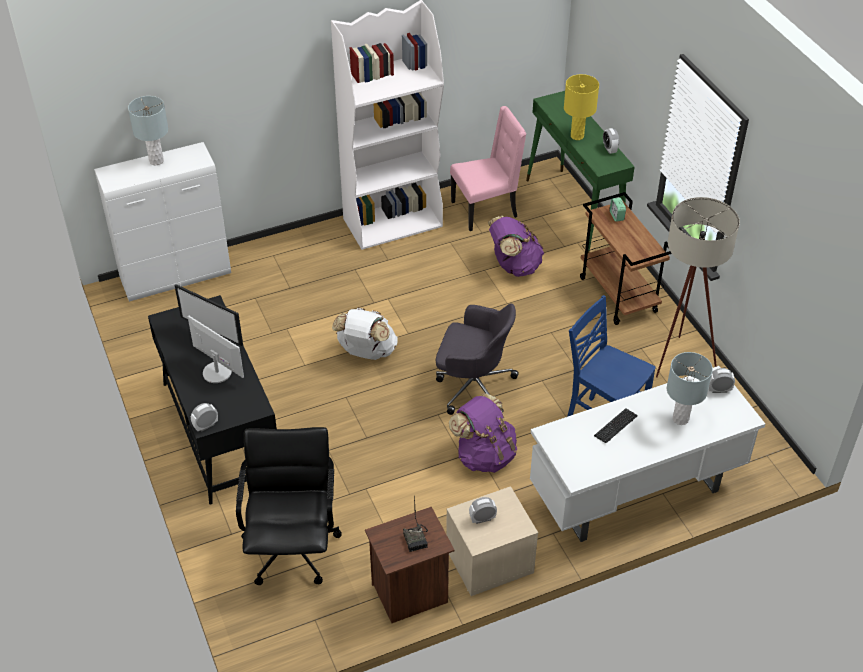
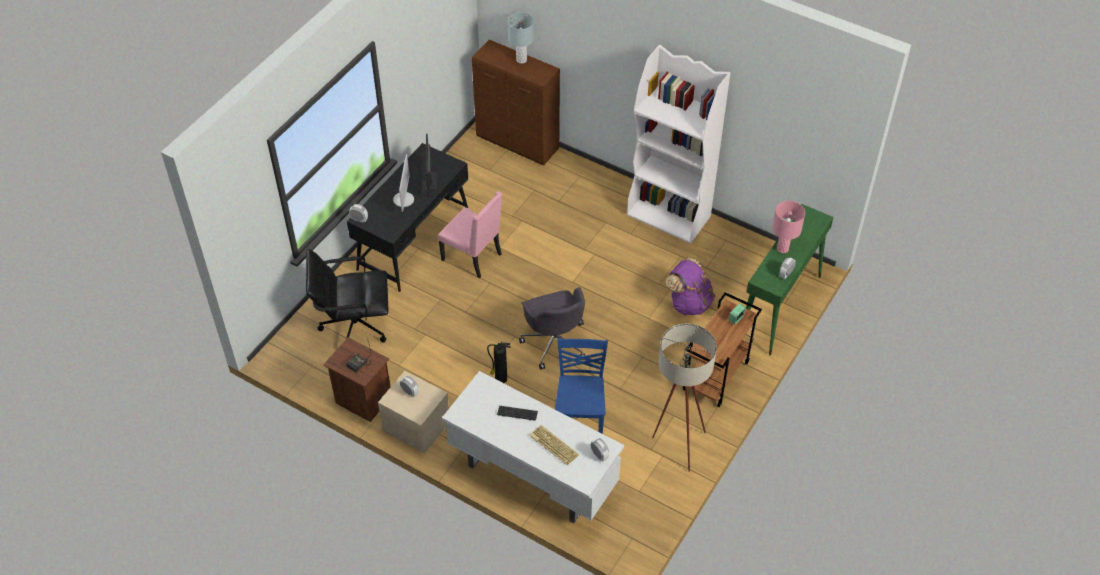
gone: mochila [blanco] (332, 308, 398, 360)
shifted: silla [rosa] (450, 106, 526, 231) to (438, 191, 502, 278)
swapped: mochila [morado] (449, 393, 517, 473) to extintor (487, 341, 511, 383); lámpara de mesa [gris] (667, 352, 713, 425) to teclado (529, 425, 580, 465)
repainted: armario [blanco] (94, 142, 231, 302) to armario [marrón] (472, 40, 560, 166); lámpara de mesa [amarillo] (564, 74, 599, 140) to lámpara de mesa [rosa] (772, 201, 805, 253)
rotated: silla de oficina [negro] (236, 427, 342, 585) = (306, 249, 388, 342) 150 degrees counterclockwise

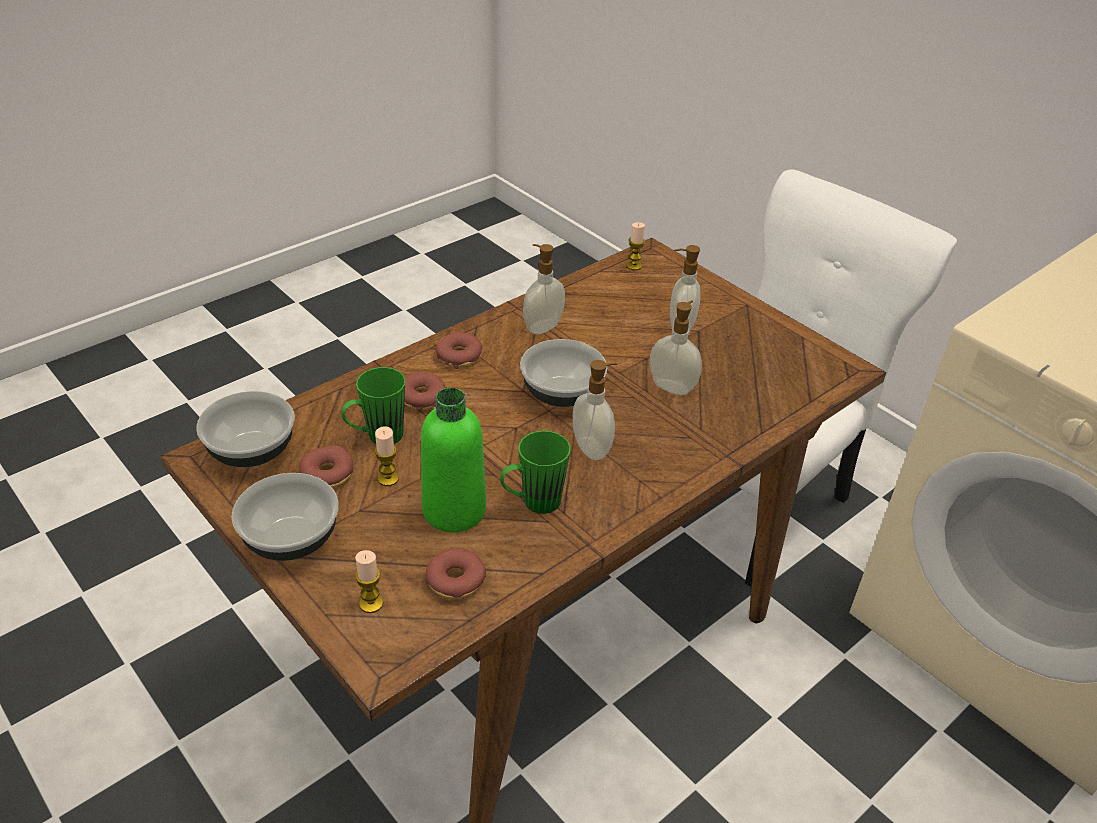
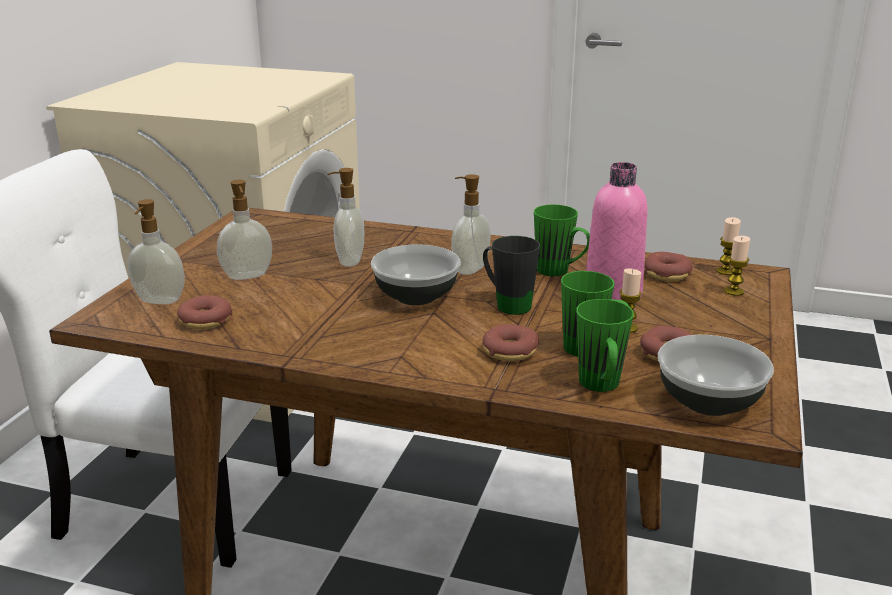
gone: cuenco (232, 473, 339, 561)
new: taza grande [negro] (483, 236, 540, 315); taza grande [verde] (576, 299, 634, 392)
shifted: rosquilla (436, 332, 482, 369) to (177, 295, 232, 329); dispensador de jabón (523, 244, 565, 334) to (128, 199, 184, 304); vela (626, 222, 645, 270) to (716, 217, 741, 275)
repainted: botella [verde] (421, 388, 486, 532) to botella [rosa] (586, 162, 648, 300)

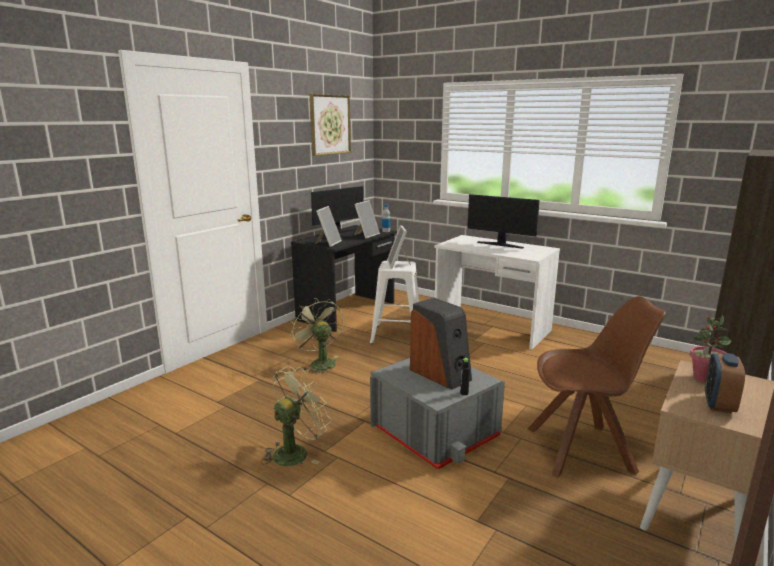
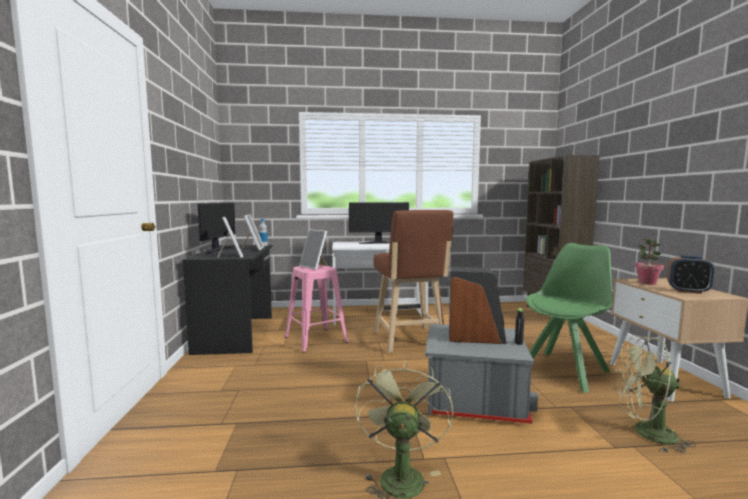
gone: cuadro (310, 94, 351, 156)
new: taburete [marrón] (374, 210, 453, 353)
shifted: ventilador [verde] (290, 298, 343, 374) to (615, 335, 696, 453)
repainted: taburete [blanco] (370, 261, 419, 344) to taburete [rosa] (285, 264, 349, 353); silla [marrón] (527, 296, 666, 477) to silla [verde] (526, 243, 613, 393)
rotated: despertador (705, 353, 745, 414) = (667, 255, 715, 294) 45 degrees counterclockwise

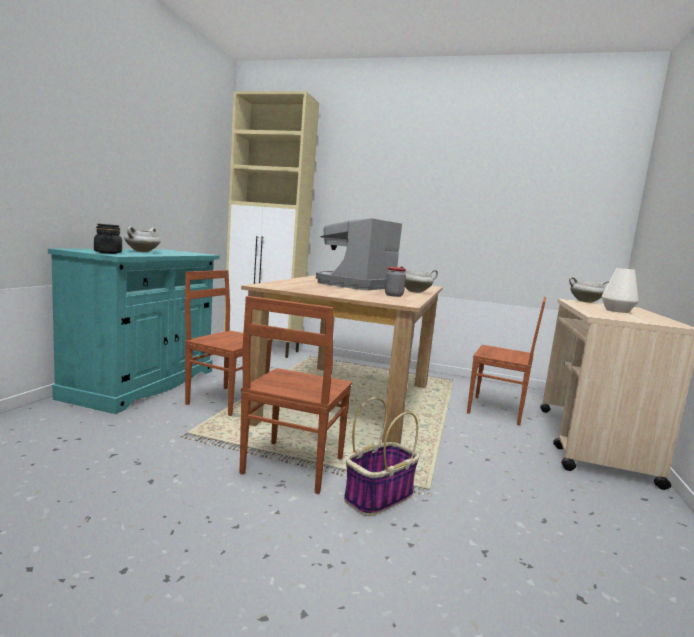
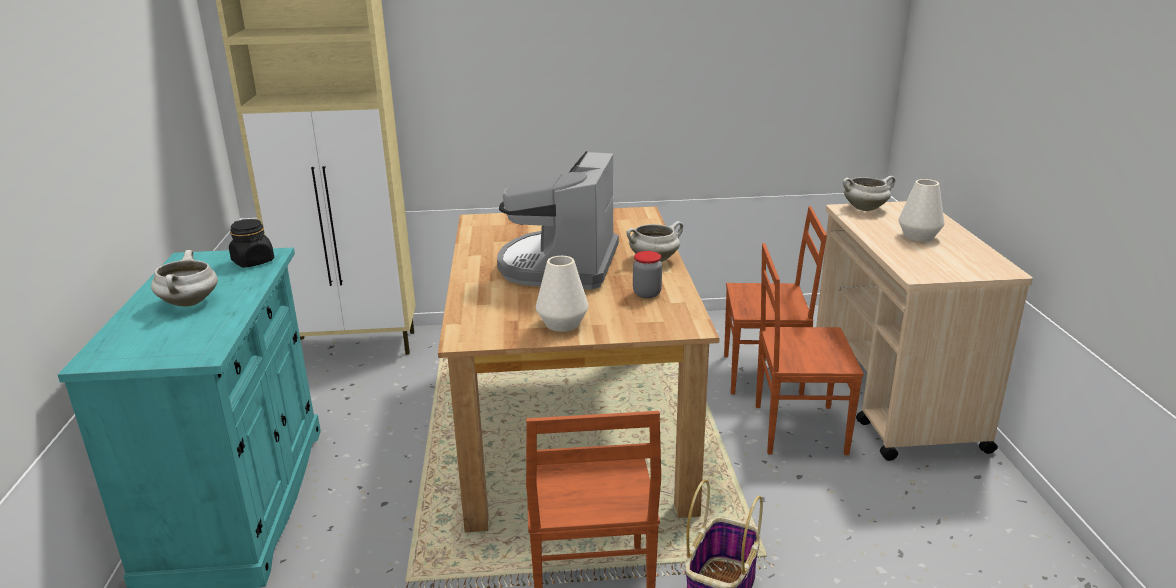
new: florero [blanco] (536, 256, 588, 332)
shifted: tarro [negro] (94, 224, 122, 254) to (229, 219, 274, 267); silla [marrón] (185, 270, 273, 416) to (756, 243, 864, 455)

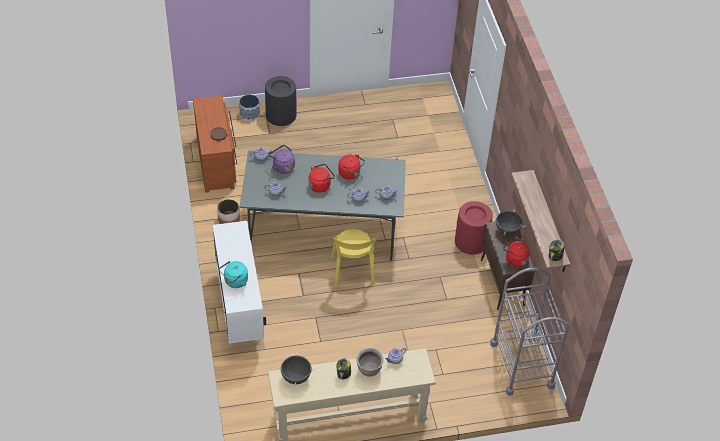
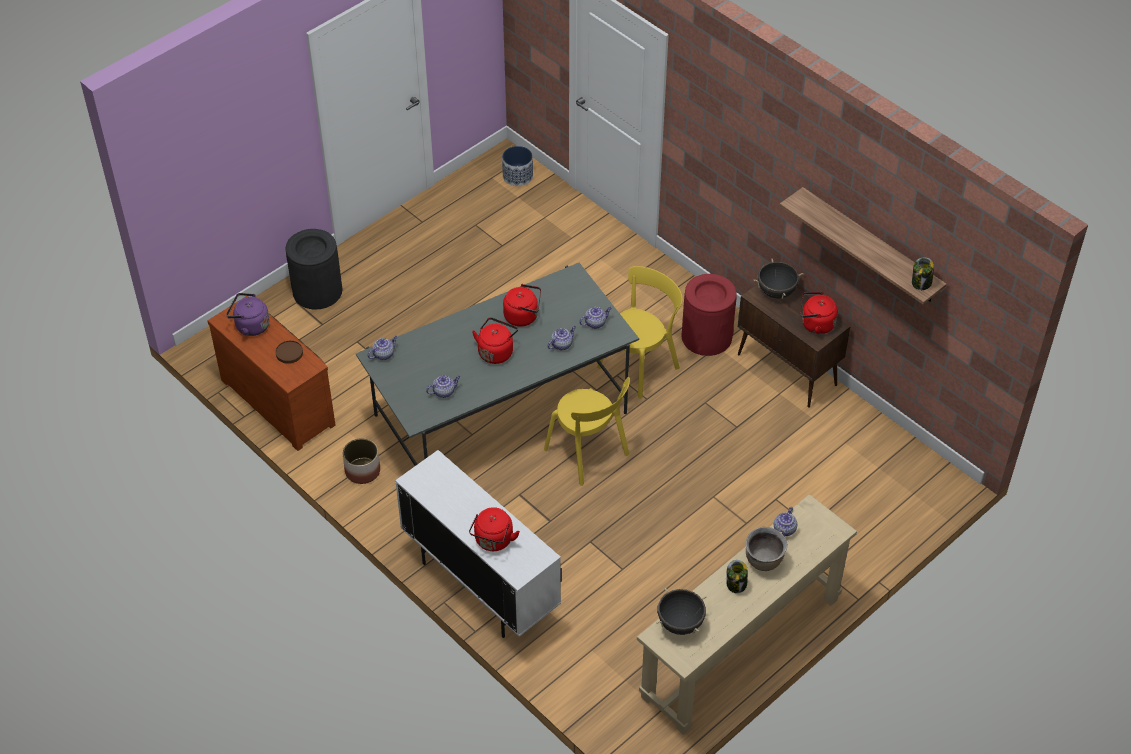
gone: carrito [gris] (490, 267, 569, 396)
new: silla [amarillo] (597, 266, 682, 399)
shifted: maceta (239, 95, 260, 121) to (502, 146, 533, 186); hervidor [morado] (269, 145, 295, 174) to (226, 293, 270, 336)
repainted: hervidor [turquesa] (219, 261, 248, 288) to hervidor [rojo] (469, 507, 520, 551)

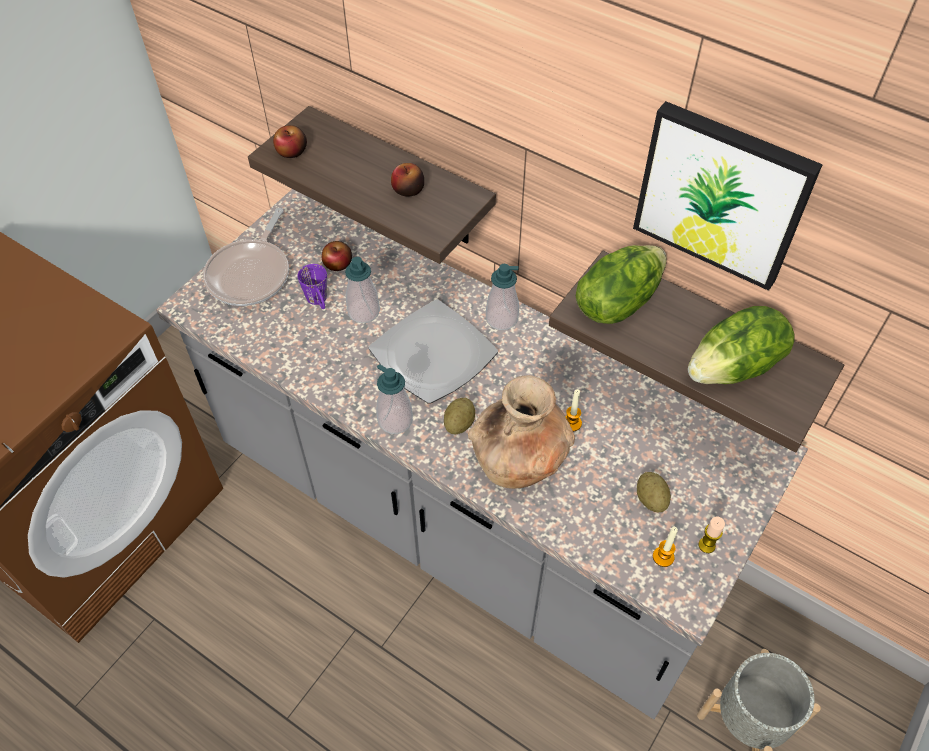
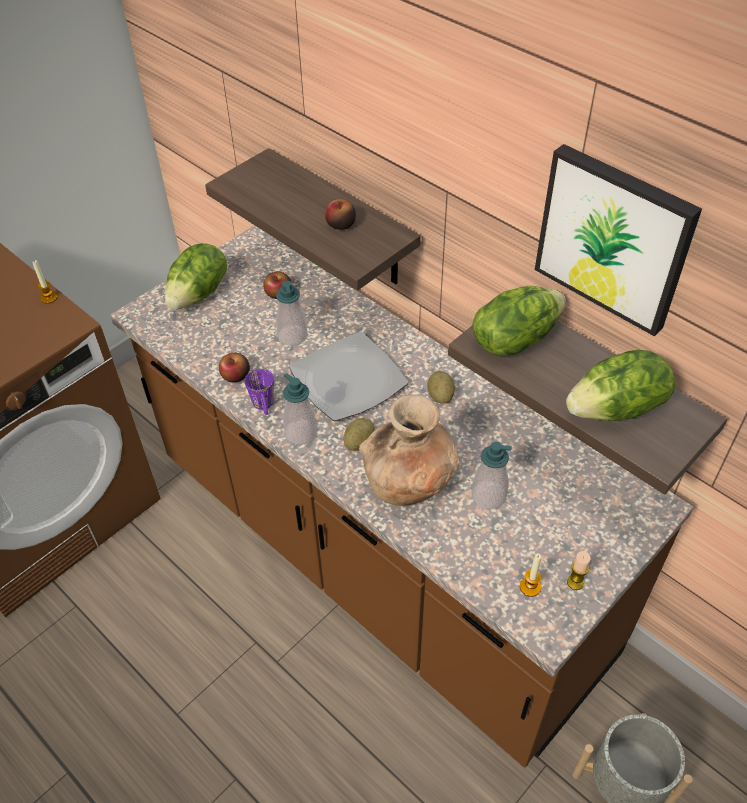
shifted: manzana (273, 125, 307, 158) to (219, 353, 250, 382); taza grande [morado] (298, 264, 327, 309) to (245, 369, 274, 415); dispensador de jabón (486, 264, 519, 330) to (472, 442, 512, 509); vela (565, 389, 582, 432) to (32, 260, 57, 304); patata (637, 472, 671, 512) to (427, 371, 455, 404)
swapped: sartén (203, 208, 289, 306) to lechuga (165, 243, 227, 309)
repainted: mueble bajo de cocina [gris] (156, 189, 808, 719) to mueble bajo de cocina [marrón] (110, 225, 694, 768)

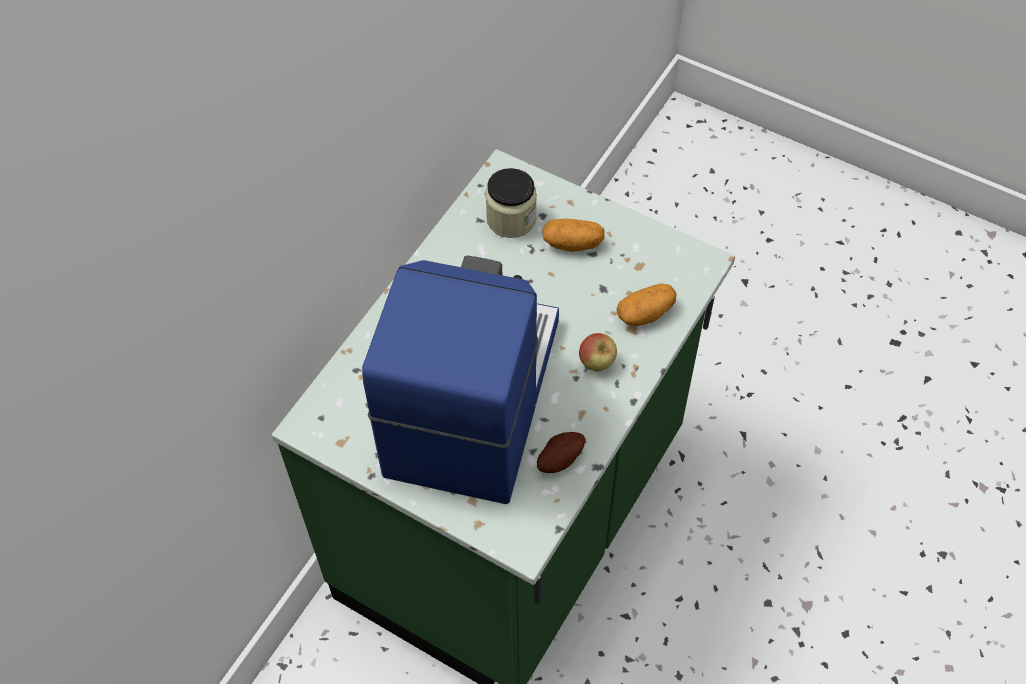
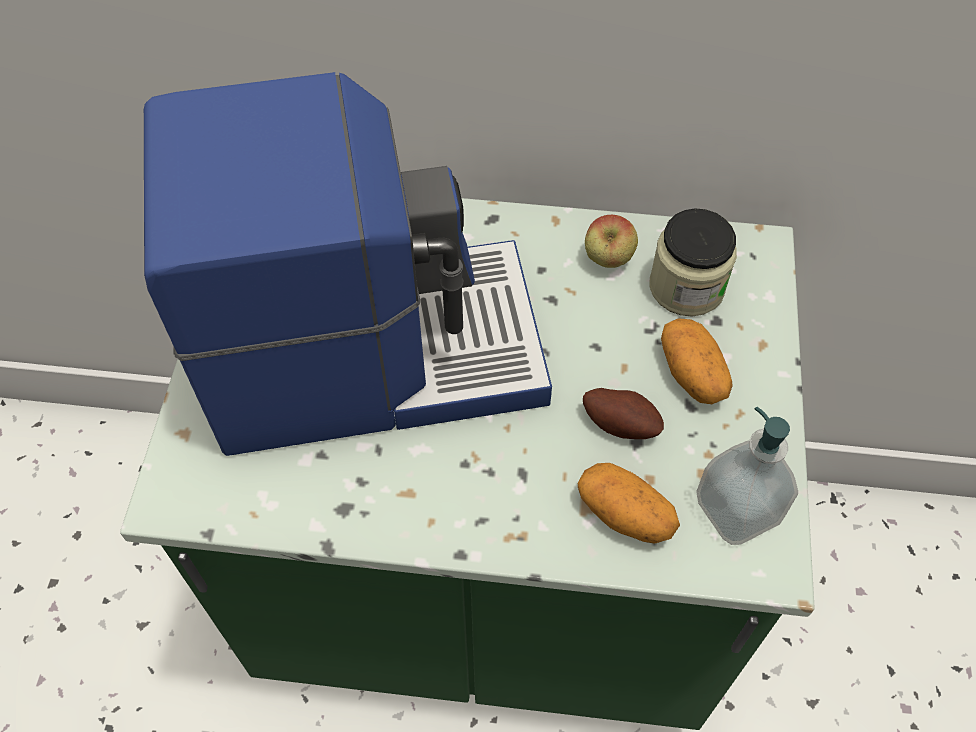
new: dispensador de jabón (696, 406, 798, 545)
shifted: patata (537, 432, 585, 473) to (583, 388, 664, 439); manzana (579, 333, 617, 372) to (585, 215, 638, 268)

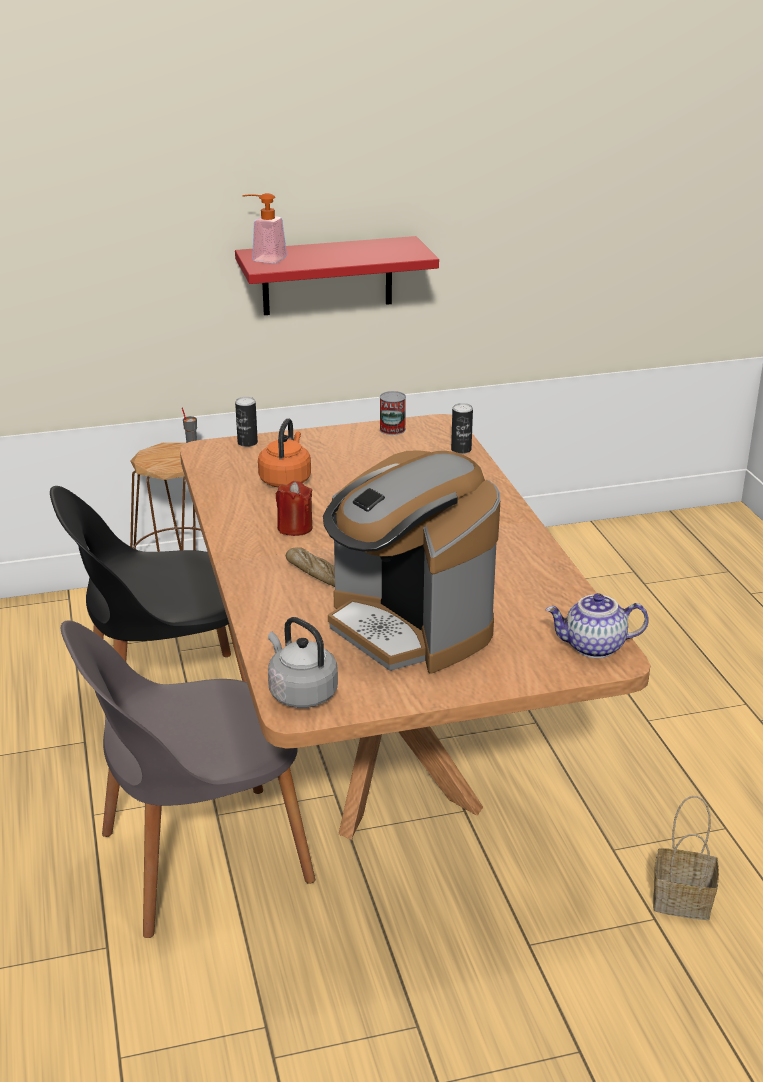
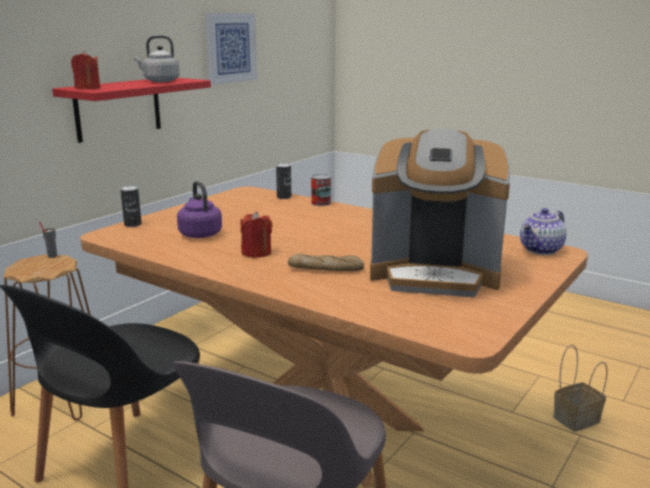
new: cuadro (205, 13, 257, 85)
shifted: hervidor [gris] (268, 617, 338, 708) to (134, 35, 180, 82); lata (380, 391, 406, 435) to (311, 174, 331, 206)
swapped: dispensador de jabón (242, 193, 287, 264) to vela [rojo] (71, 51, 100, 89)
repainted: hervidor [naranja] (258, 418, 311, 488) to hervidor [morado] (177, 181, 222, 238)

